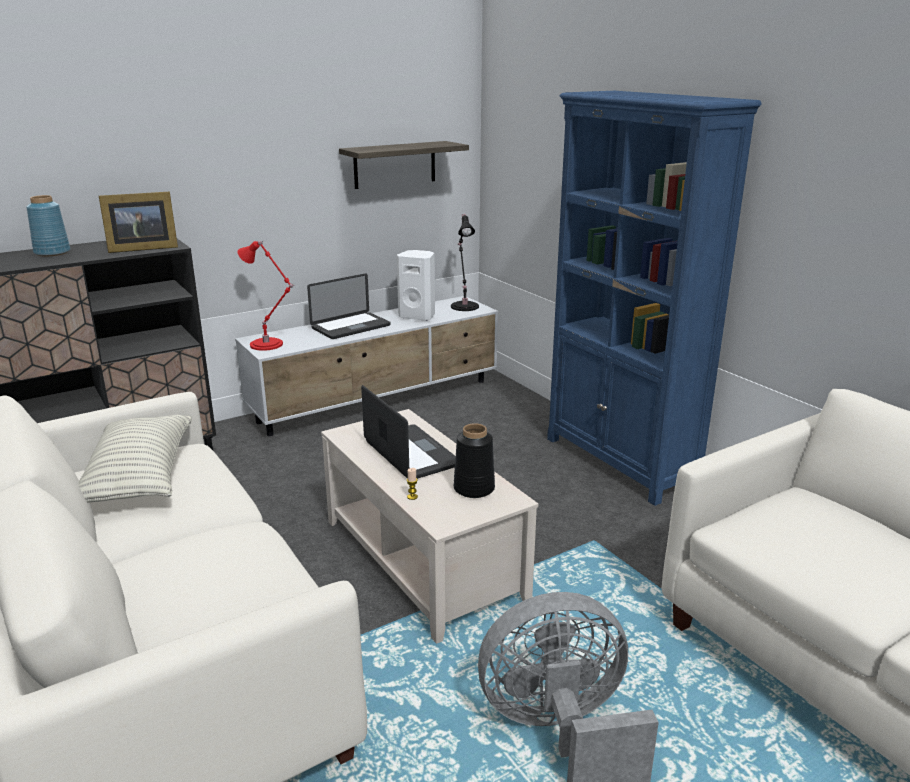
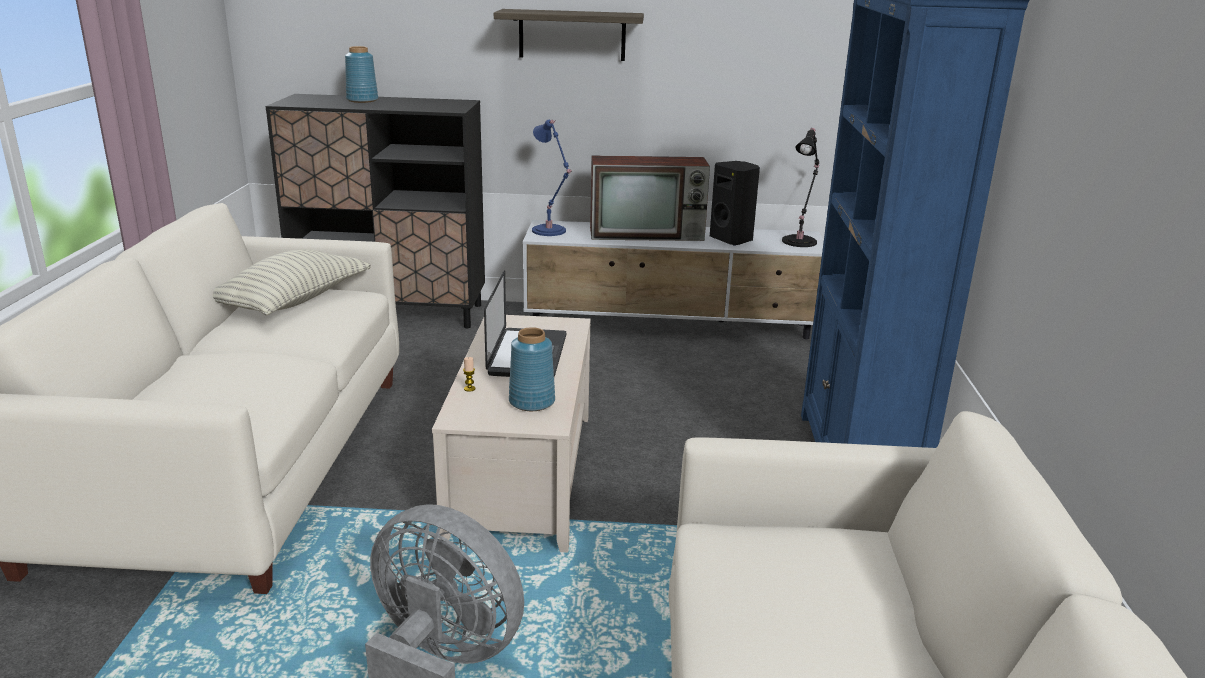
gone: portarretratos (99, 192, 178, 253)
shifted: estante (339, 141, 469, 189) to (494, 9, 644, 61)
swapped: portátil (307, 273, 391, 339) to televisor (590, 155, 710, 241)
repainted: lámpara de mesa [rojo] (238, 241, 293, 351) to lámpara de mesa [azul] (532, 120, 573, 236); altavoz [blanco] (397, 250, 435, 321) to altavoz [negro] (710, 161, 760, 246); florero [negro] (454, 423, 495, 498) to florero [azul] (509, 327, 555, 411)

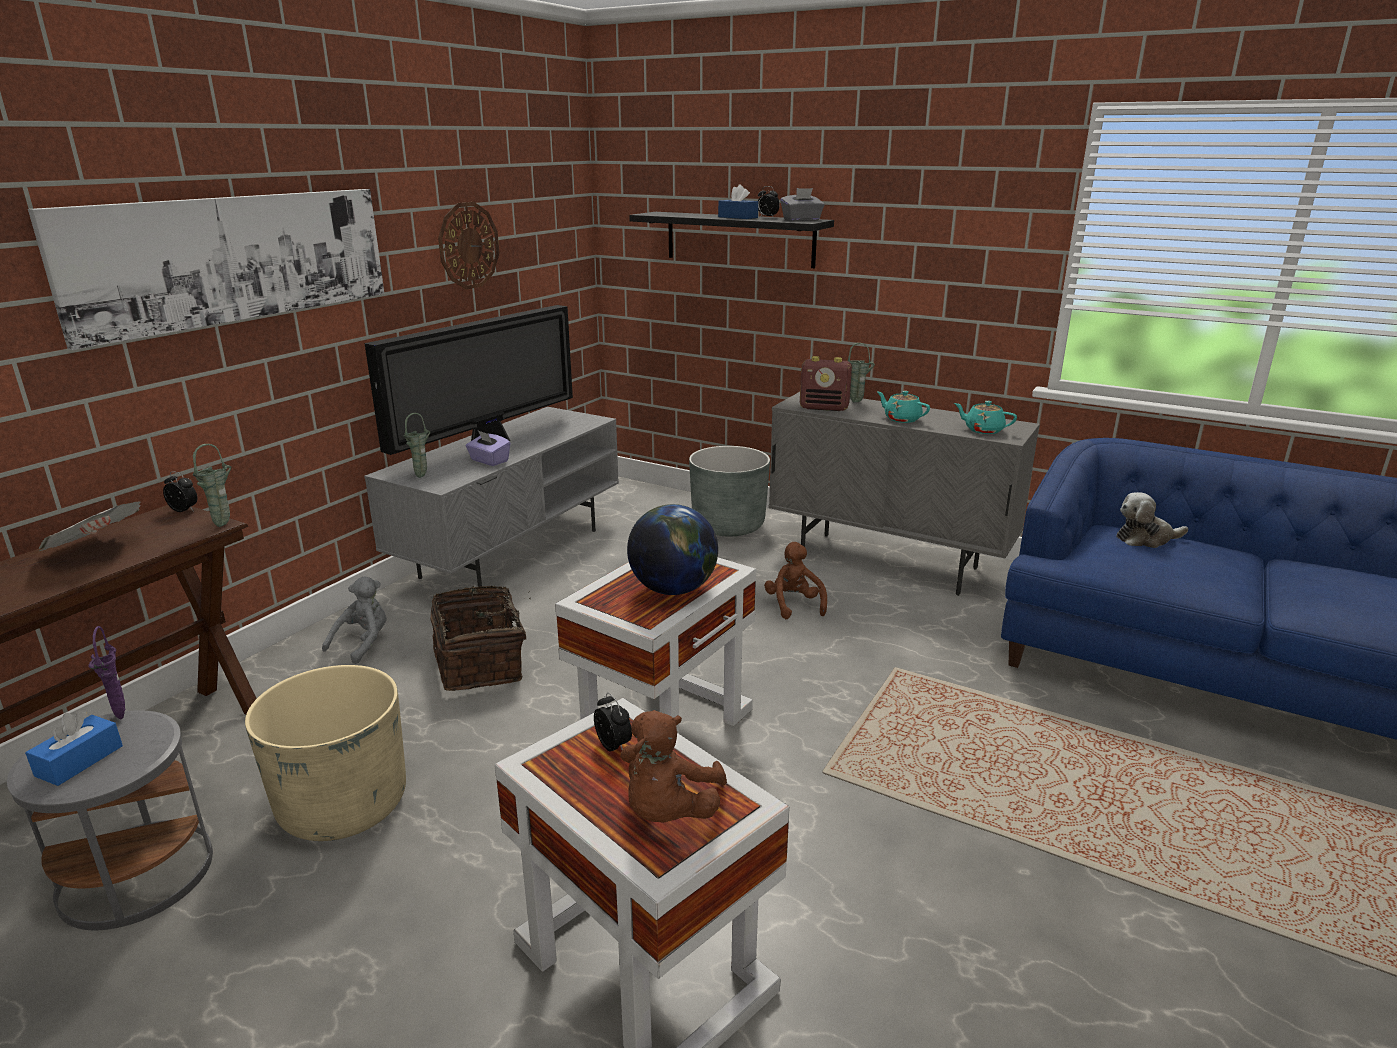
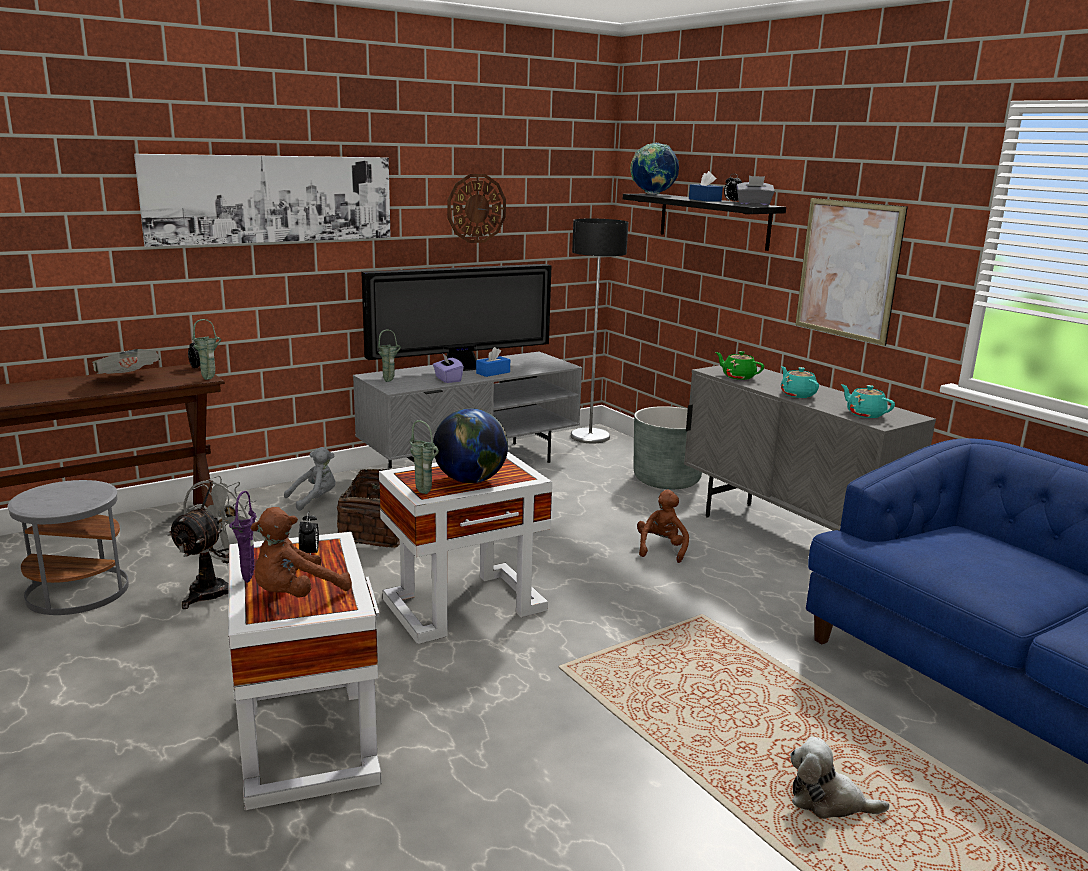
new: lámpara de pie (571, 219, 628, 443); globo terráqueo (630, 142, 680, 195); cuadro (795, 198, 908, 346)
shifted: caja de pañuelos [azul] (25, 710, 123, 786) to (476, 347, 510, 377); florero [morado] (88, 626, 125, 719) to (229, 491, 257, 583); florero [verde] (848, 343, 875, 402) to (409, 420, 439, 494); peluche (1116, 492, 1188, 548) to (790, 737, 889, 819)
swapped: maceta [beis] (245, 665, 406, 841) to ventilador [gris] (167, 476, 258, 609); radio (800, 356, 852, 411) to tetera [verde] (715, 351, 764, 380)

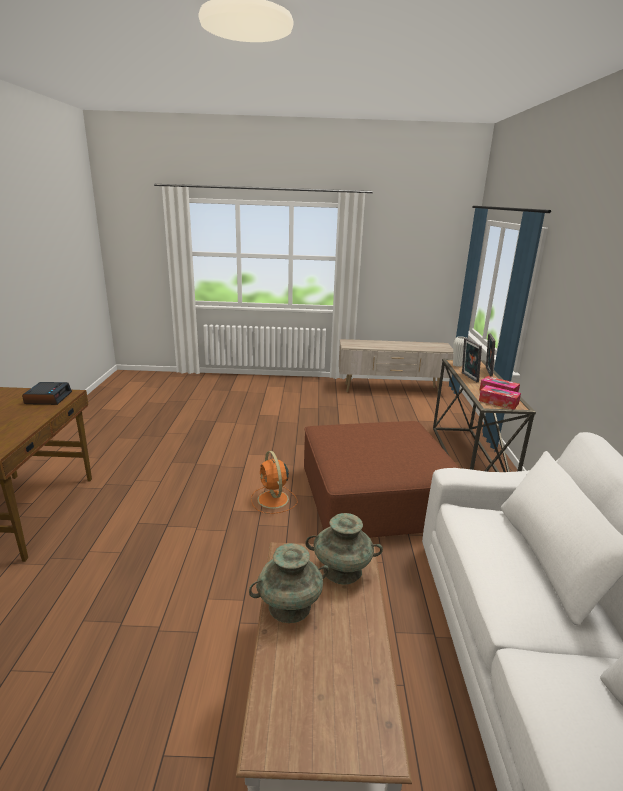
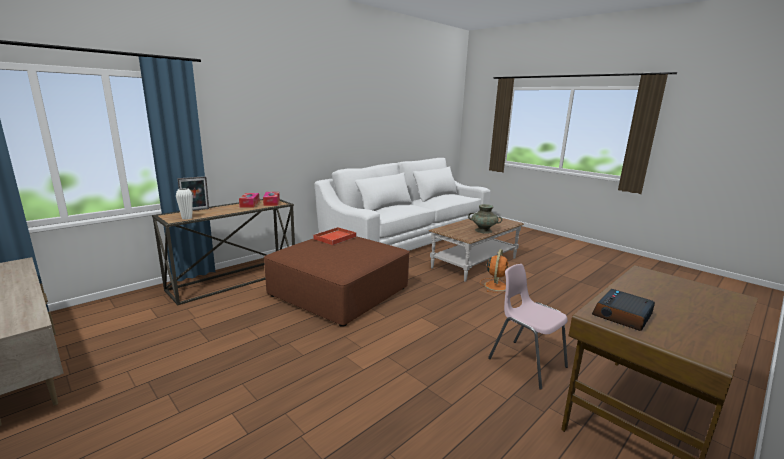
gone: florero [turquesa] (305, 513, 383, 585); portarretratos (462, 338, 482, 382)
new: bandeja [rojo] (313, 227, 356, 245); silla [rosa] (488, 264, 568, 390)
shifted: ventilador [naranja] (251, 451, 297, 514) to (480, 249, 508, 293)

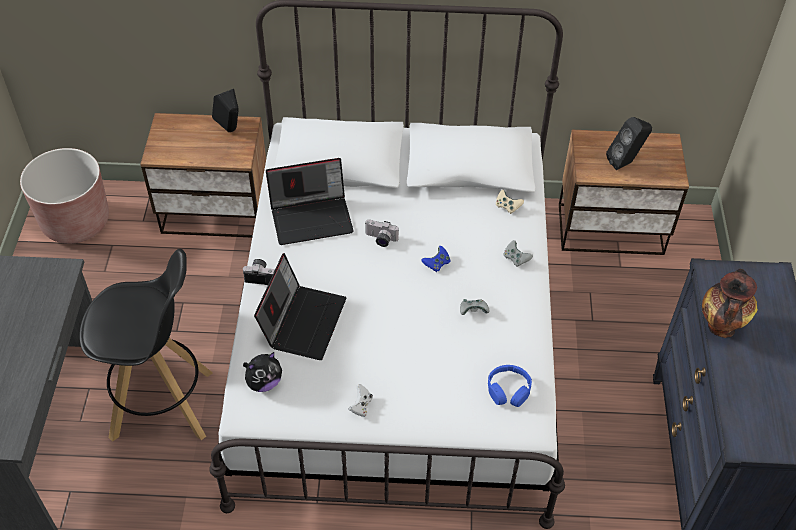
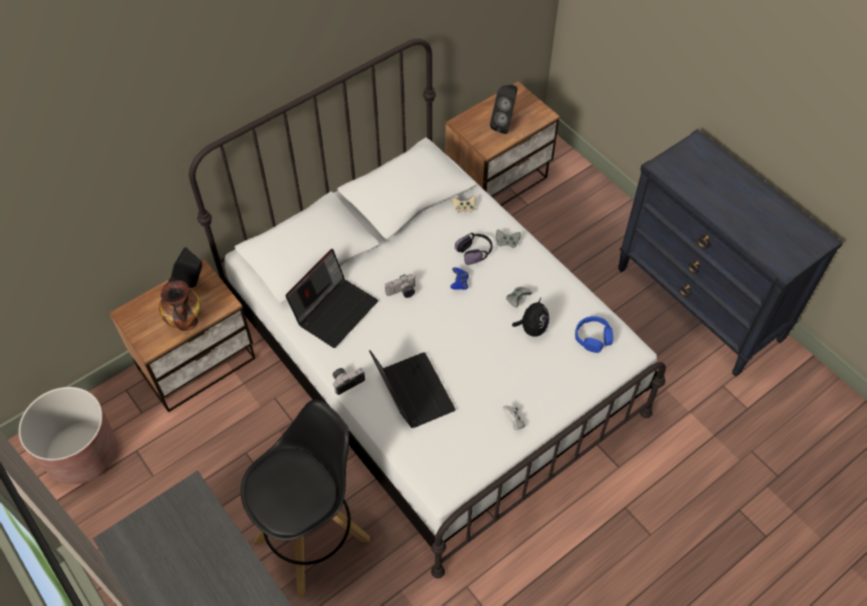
new: auriculares (455, 233, 493, 265)
shifted: peluche (243, 352, 282, 392) to (512, 298, 549, 336); florero (702, 269, 758, 338) to (159, 277, 200, 331)

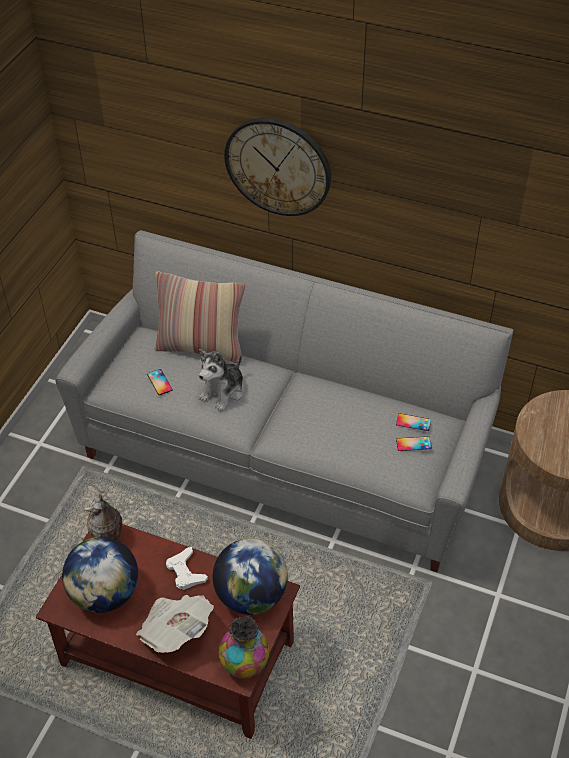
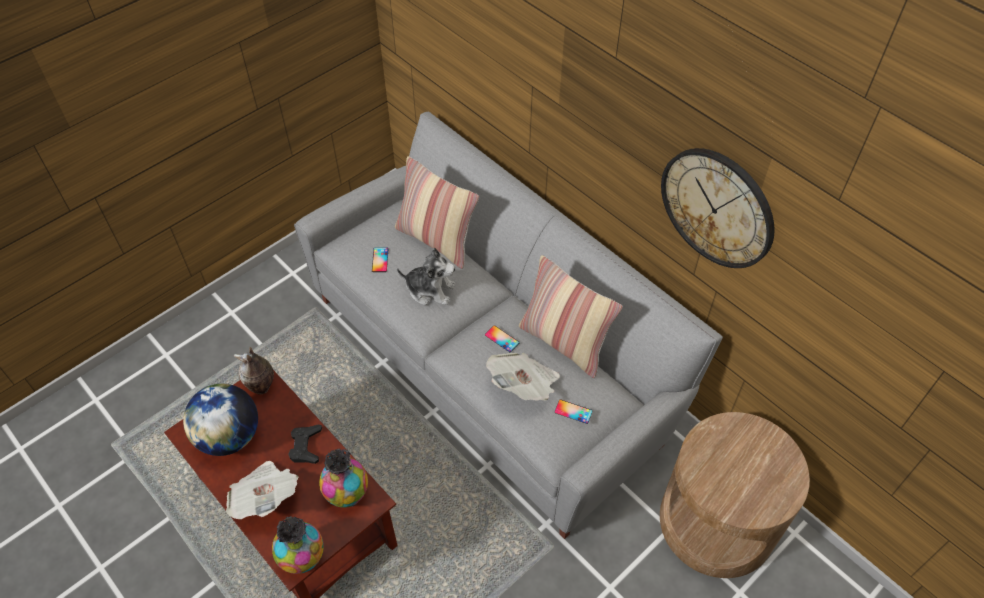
new: periódico (486, 353, 560, 401); cojín (519, 255, 623, 378)
shifted: reloj de pared (224, 117, 331, 216) to (661, 148, 775, 268); móvil (396, 413, 431, 431) to (485, 325, 520, 352)
swapped: globo terráqueo (213, 538, 288, 615) to florero (319, 448, 368, 508)
repainted: mando de consola [blanco] (166, 547, 208, 590) to mando de consola [negro] (288, 424, 322, 464)
rotated: peluche (199, 349, 244, 411) = (397, 248, 455, 305) 135 degrees counterclockwise

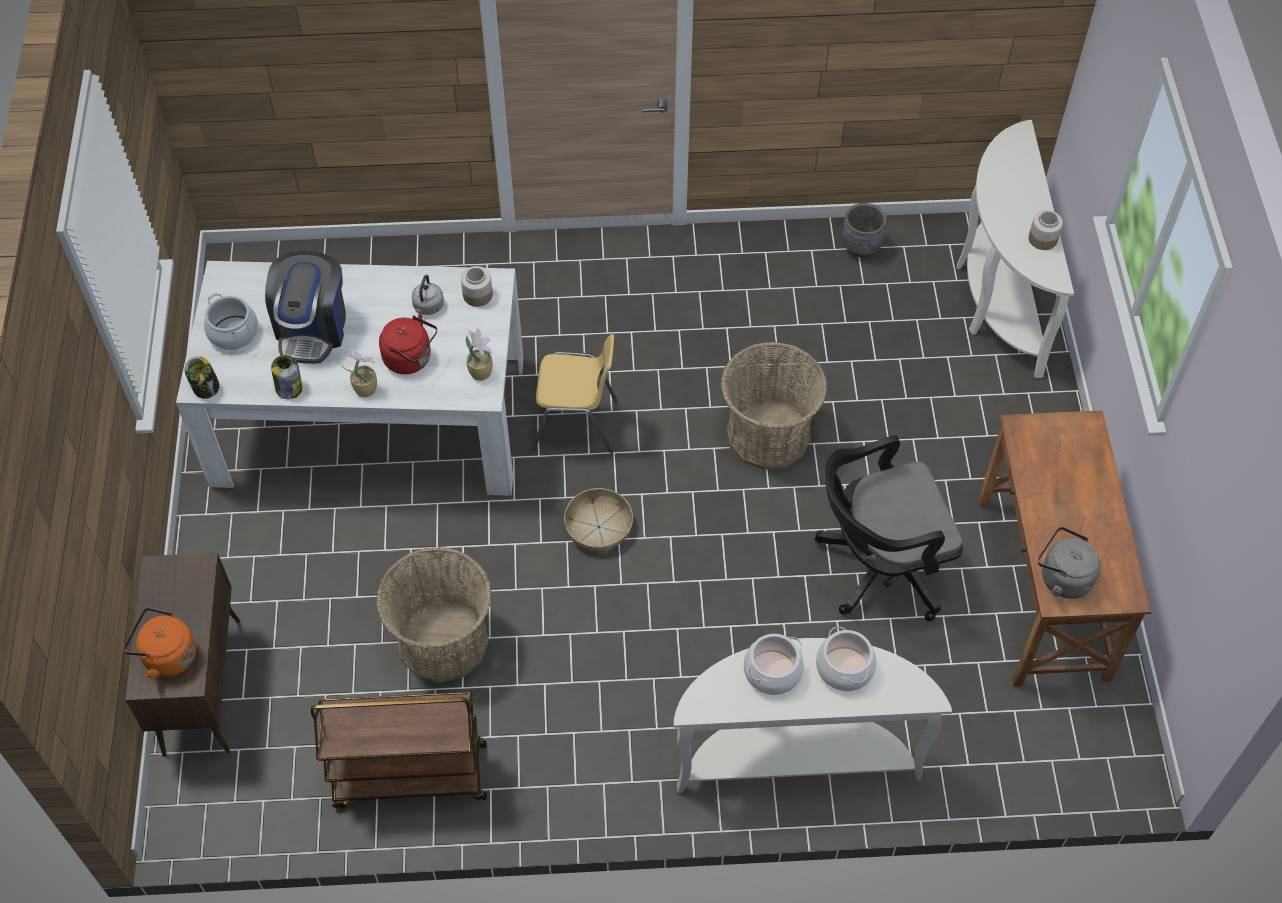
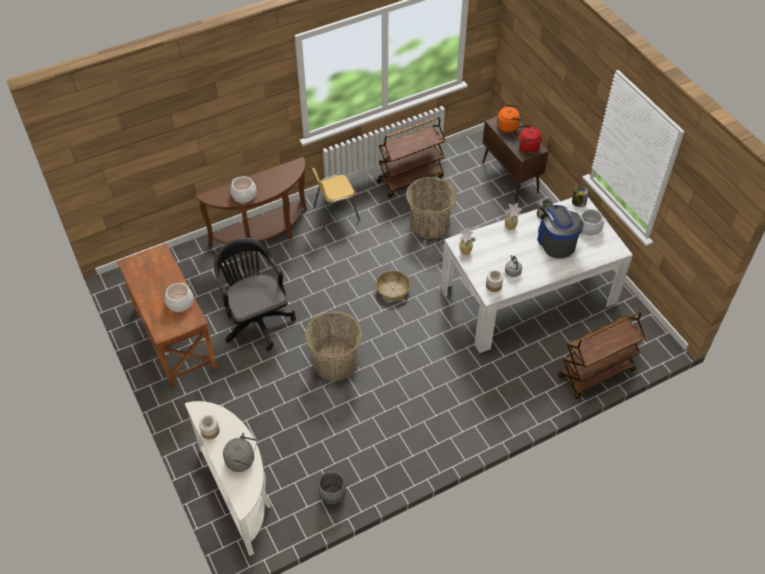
new: carrito [marrón] (558, 312, 646, 399)
shifted: hervidor [rojo] (379, 314, 437, 374) to (517, 125, 542, 153); silla [amarillo] (532, 334, 618, 454) to (312, 168, 360, 229); olla (744, 634, 804, 695) to (165, 283, 194, 312); hervidor [gris] (1038, 527, 1101, 599) to (223, 433, 257, 472)
repainted: mesa consola [blanco] (674, 638, 952, 793) to mesa consola [marrón] (195, 157, 307, 255)
rotated: silla de oficina [negro] (815, 435, 963, 621) = (214, 238, 296, 351) 75 degrees counterclockwise

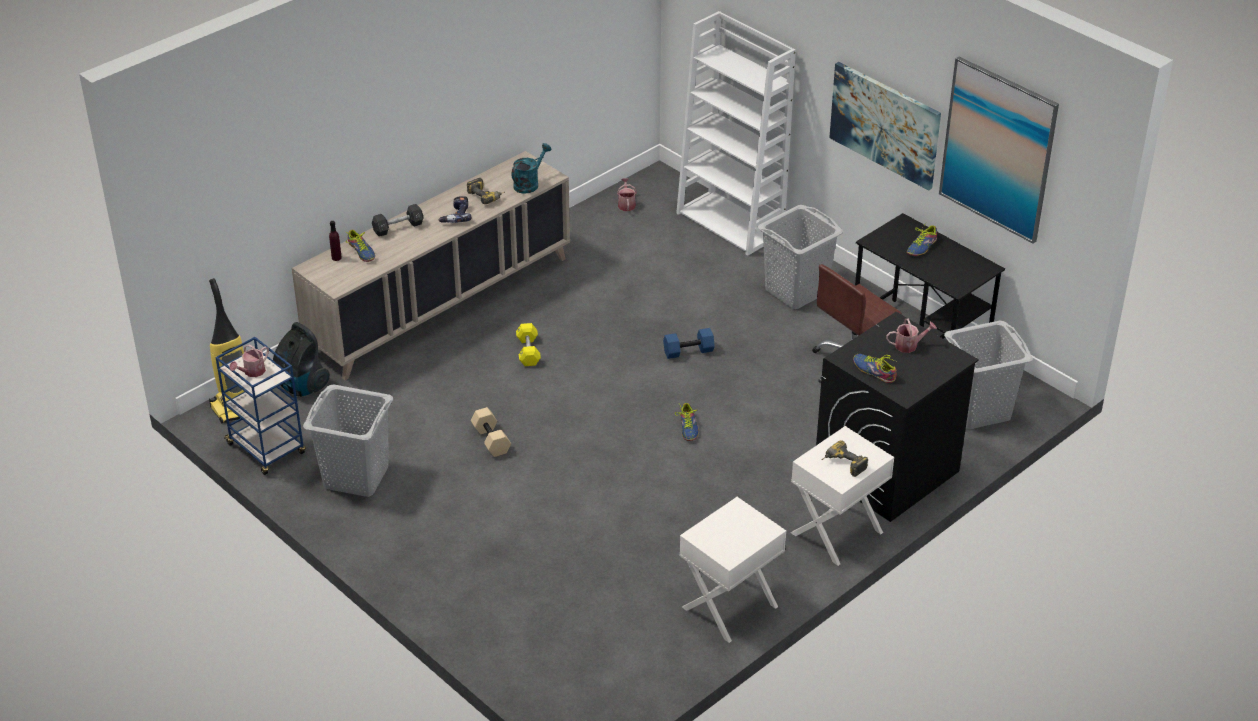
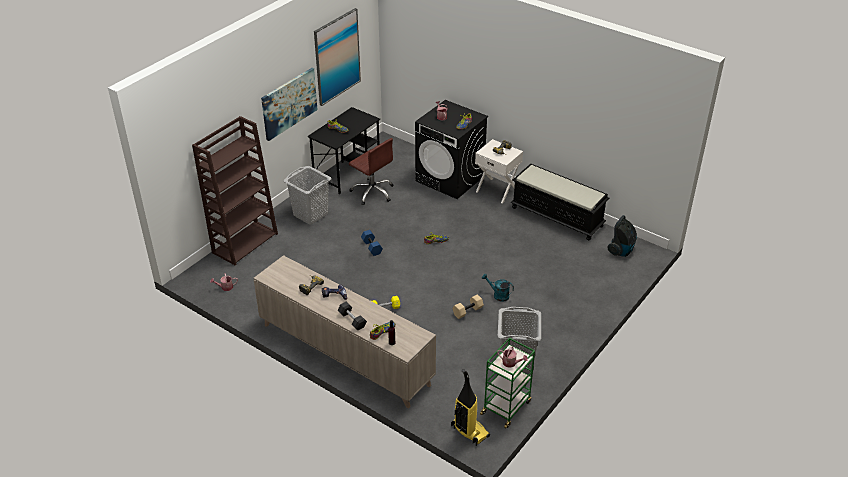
gone: cesto de la ropa [gris] (944, 321, 1033, 429)
shifted: aspiradora (273, 322, 330, 397) to (608, 215, 637, 257); regadera [turquesa] (512, 143, 552, 194) to (482, 274, 514, 302)
swapped: mesita de noche [blanco] (680, 497, 786, 643) to banco [negro] (511, 164, 609, 240)
repainted: carrito [azul] (215, 337, 306, 475) to carrito [verde] (480, 338, 535, 428); estantería [blanco] (676, 11, 796, 256) to estantería [marrón] (192, 116, 278, 265)

